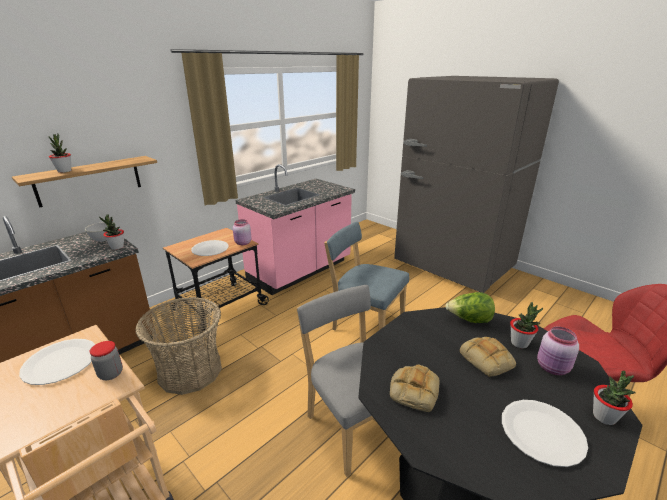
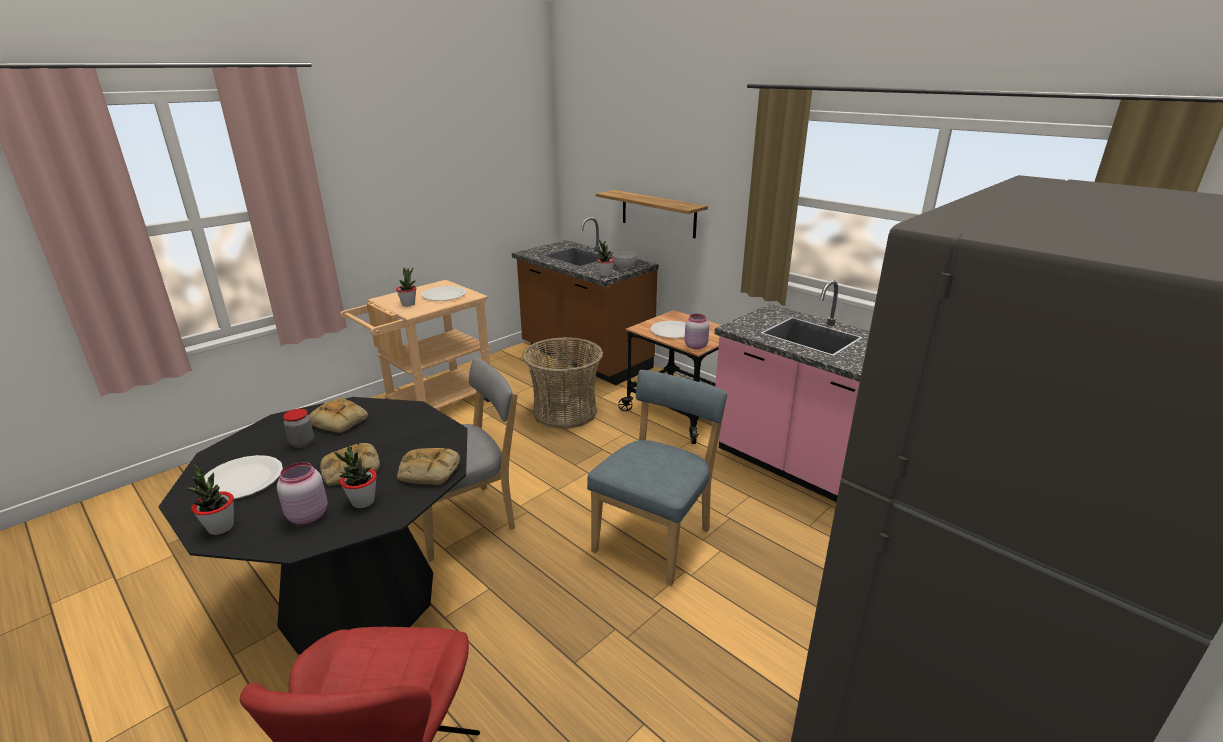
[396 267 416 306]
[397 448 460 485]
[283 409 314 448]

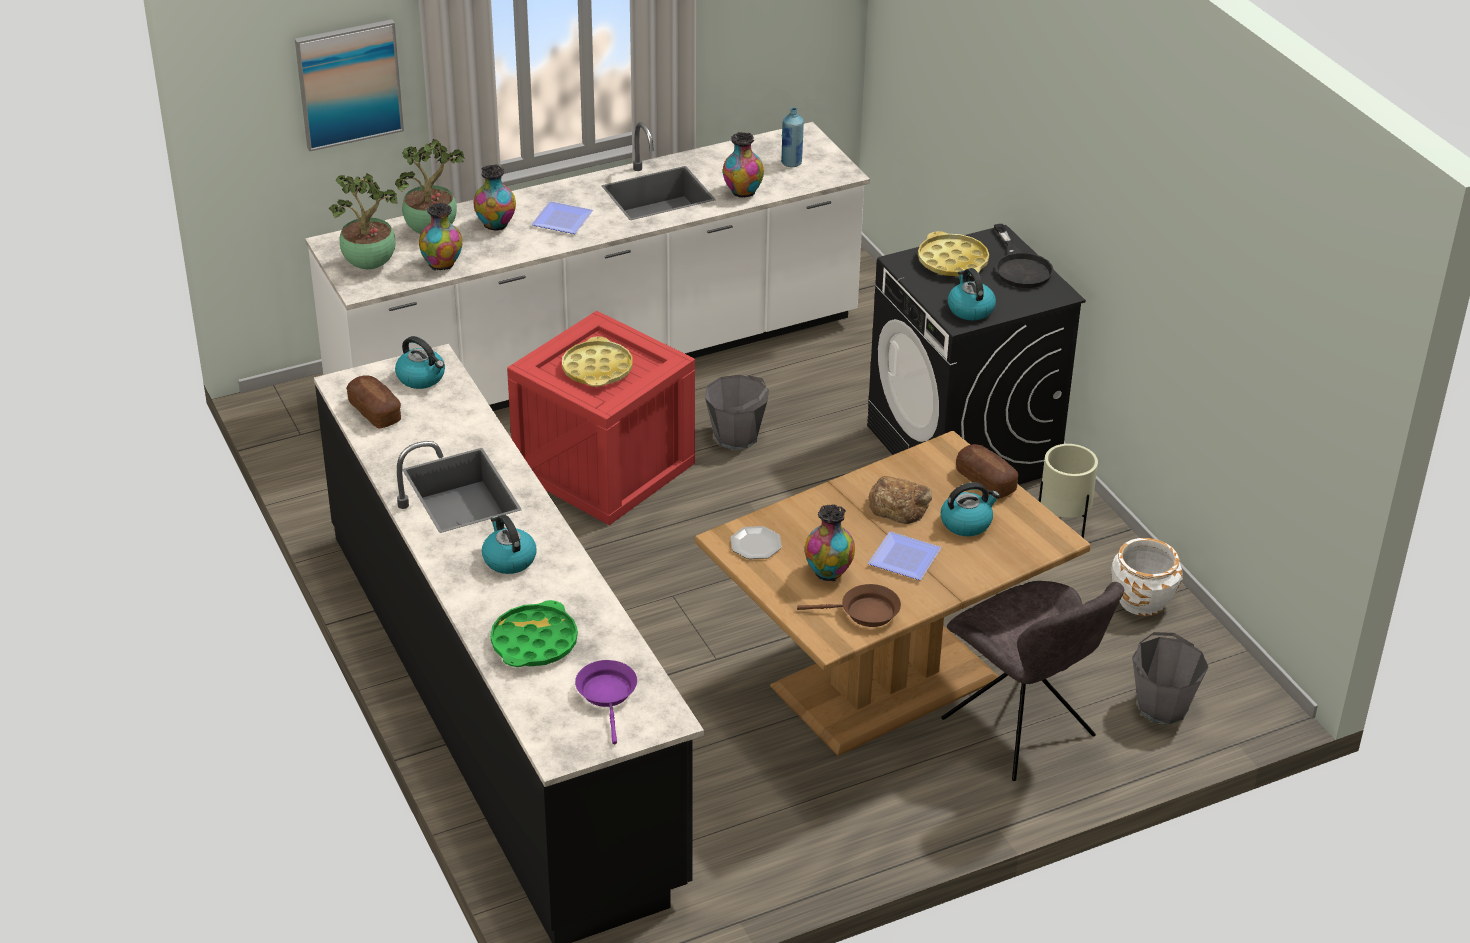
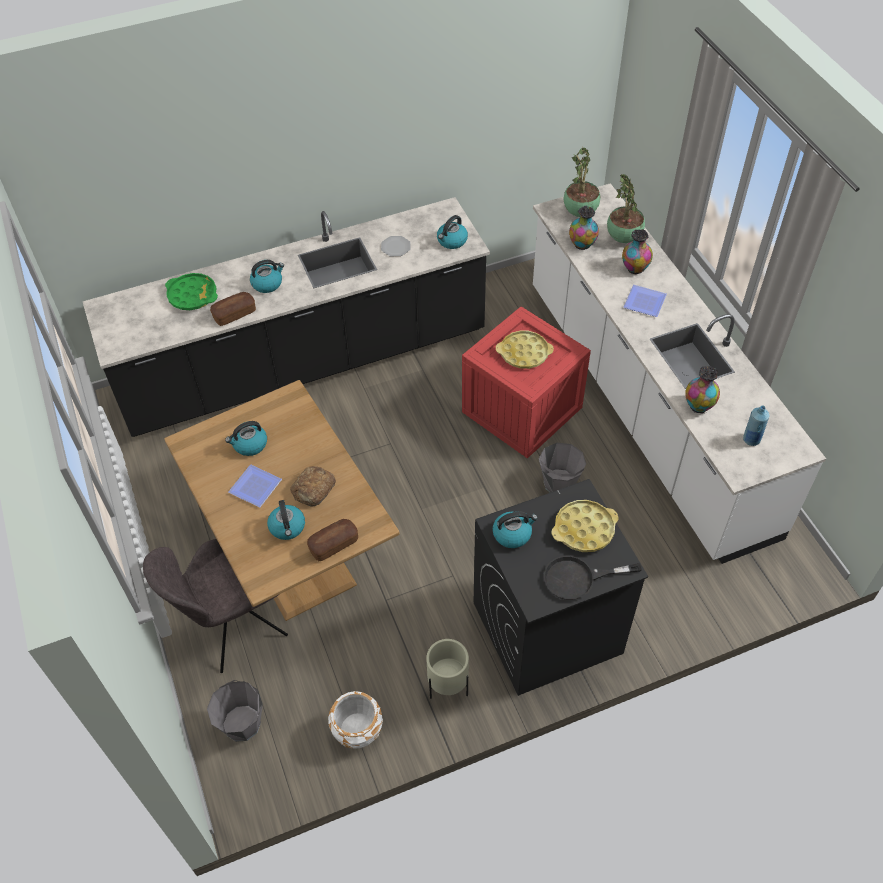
[295 19 404 152] (first image)
[210 292 256 326]
[225 421 267 456]
[381 236 410 256]
[797 584 901 627] (first image)
[575 660 637 745] (first image)

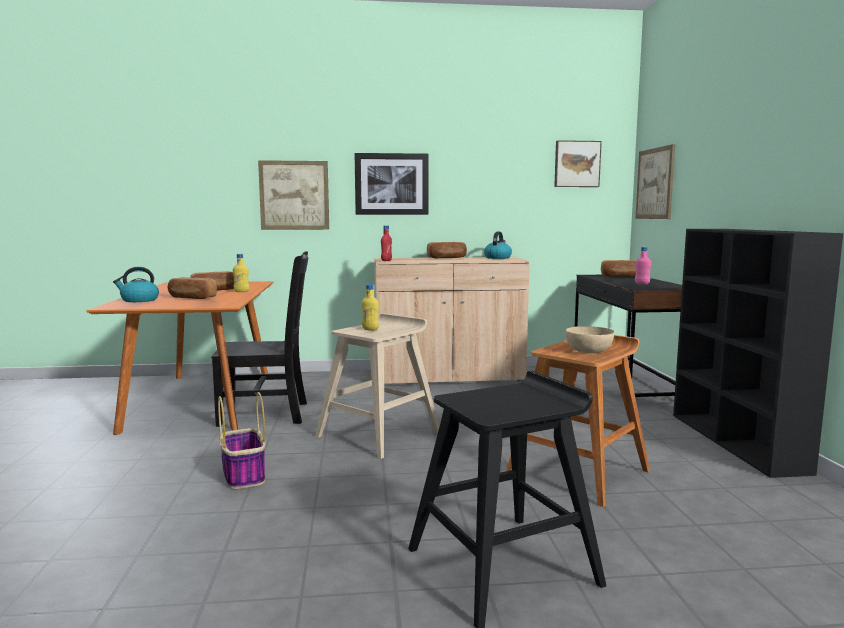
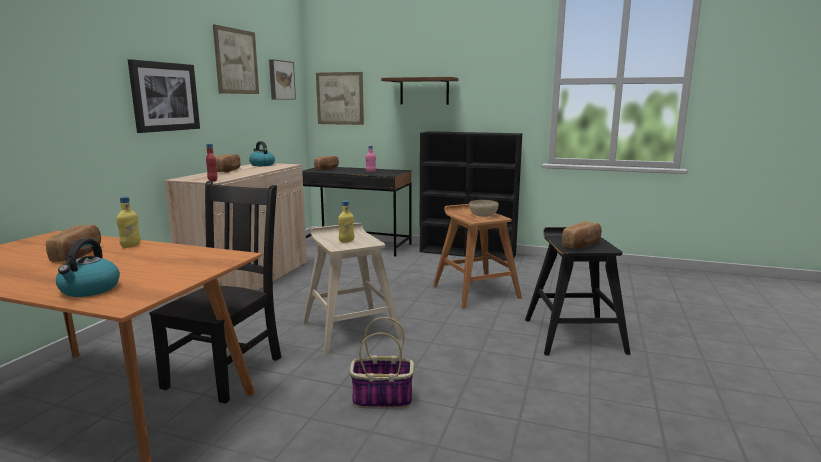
[213 25 259 94]
[562 221 602 249]
[381 77 458 105]

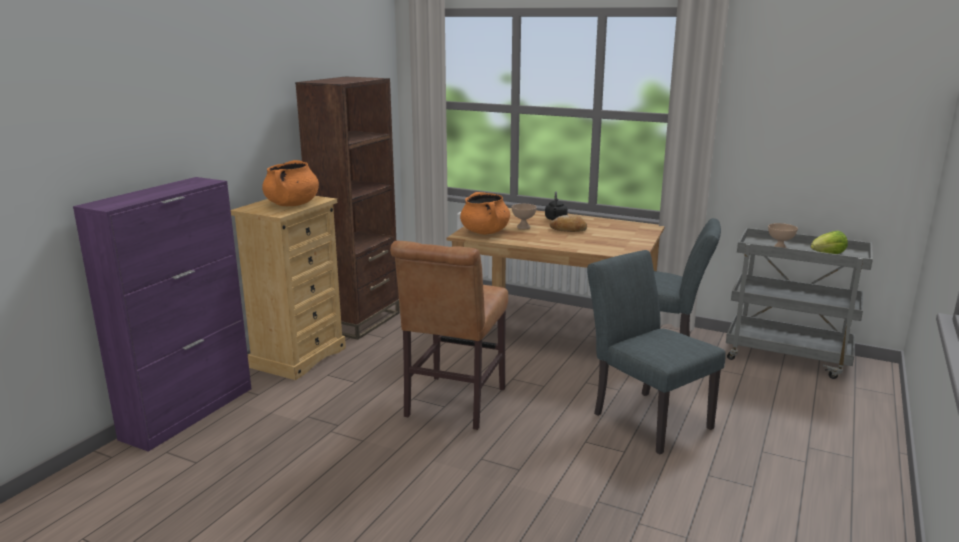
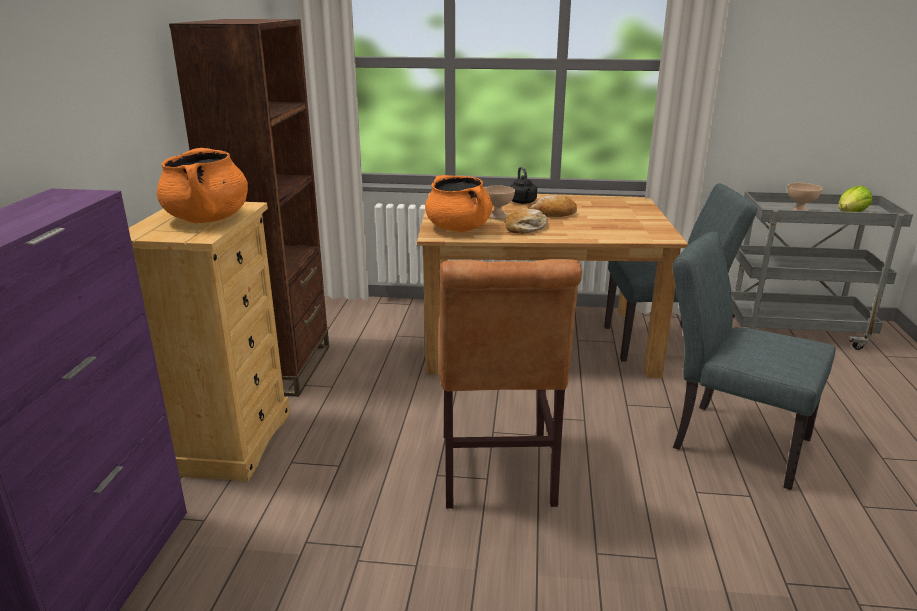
[505 209 548 234]

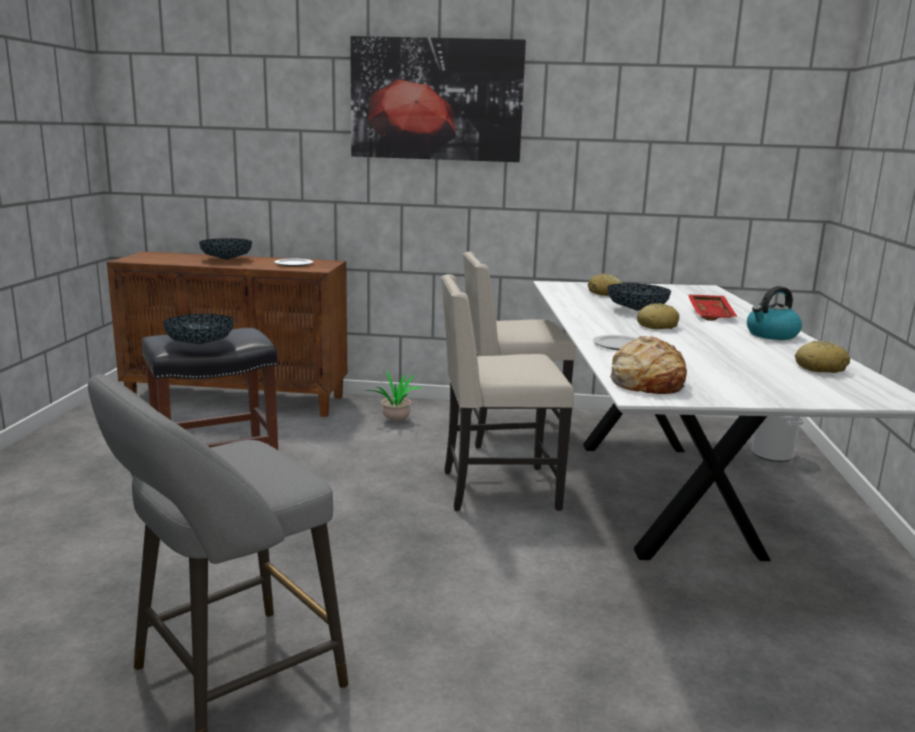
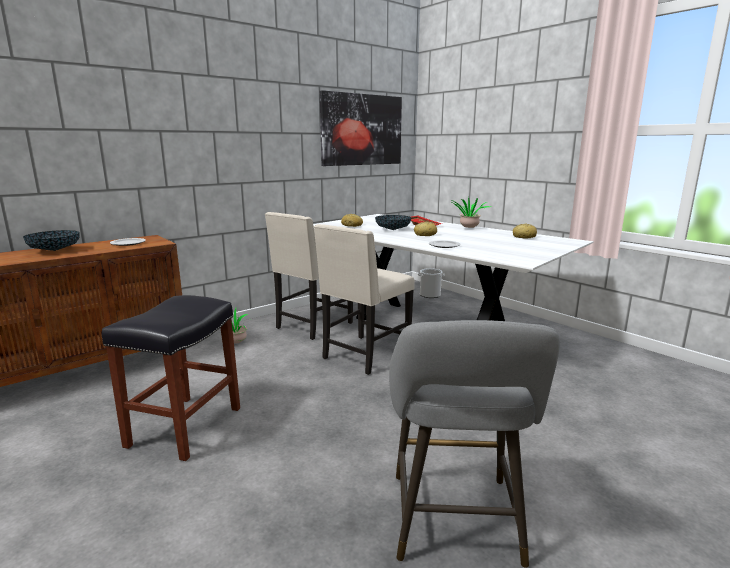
[320 90 402 166]
[450 196 490 228]
[163 314 234 344] (first image)
[610 336 687 394] (first image)

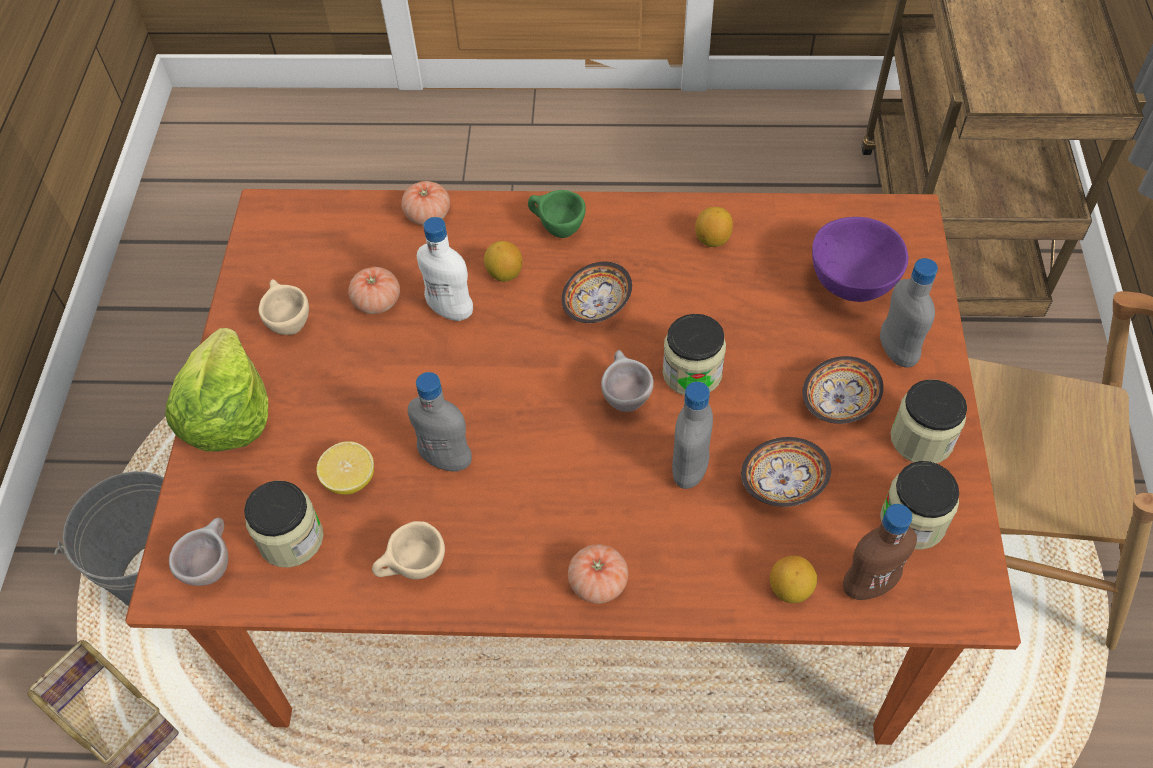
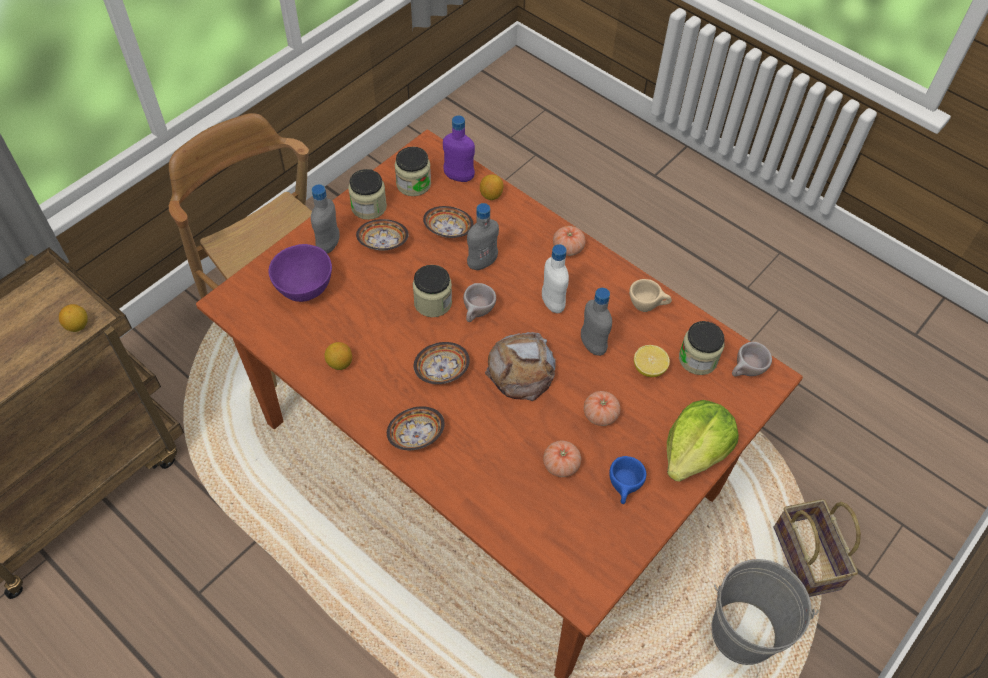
[584 391 620 426]
[387 406 445 450]
[542 244 569 313]
[59 304 88 332]
[610 456 646 504]
[443 115 475 182]
[485 332 556 401]

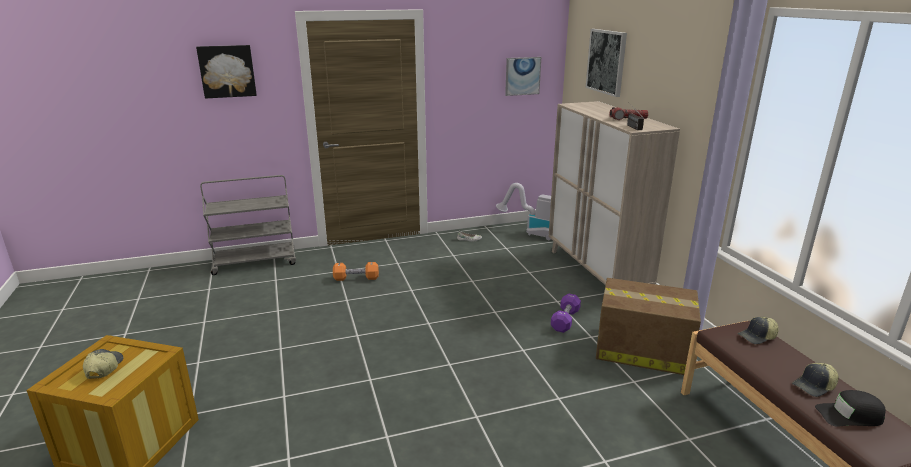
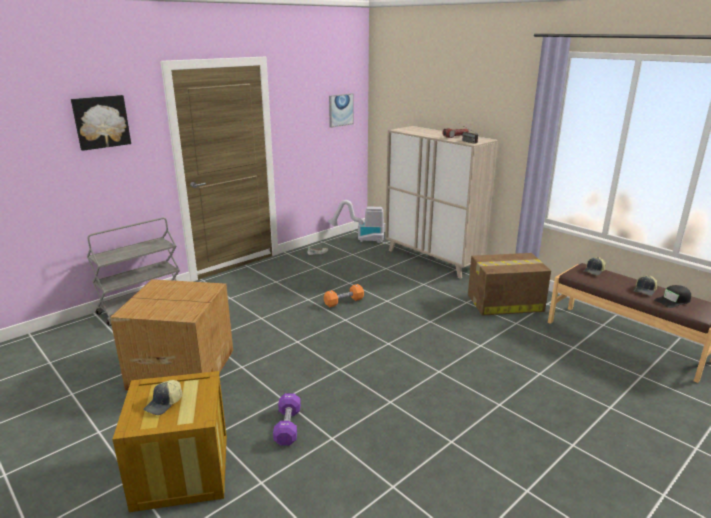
[585 29 627 97] (first image)
[324 284 364 308]
[273 393 301 445]
[143 380 182 415]
[110 279 233 391]

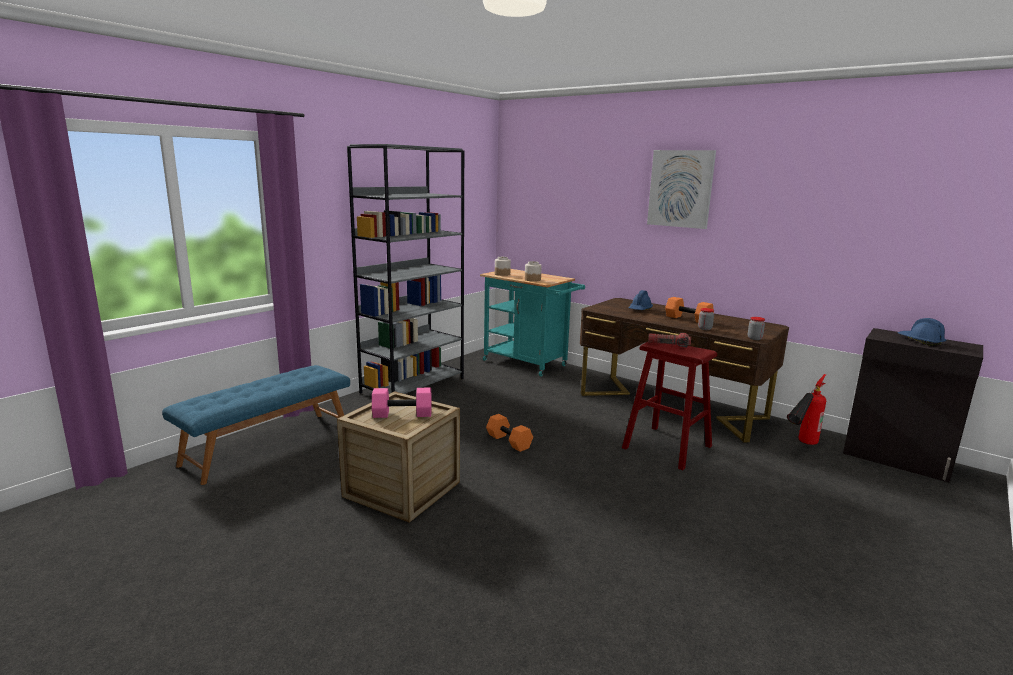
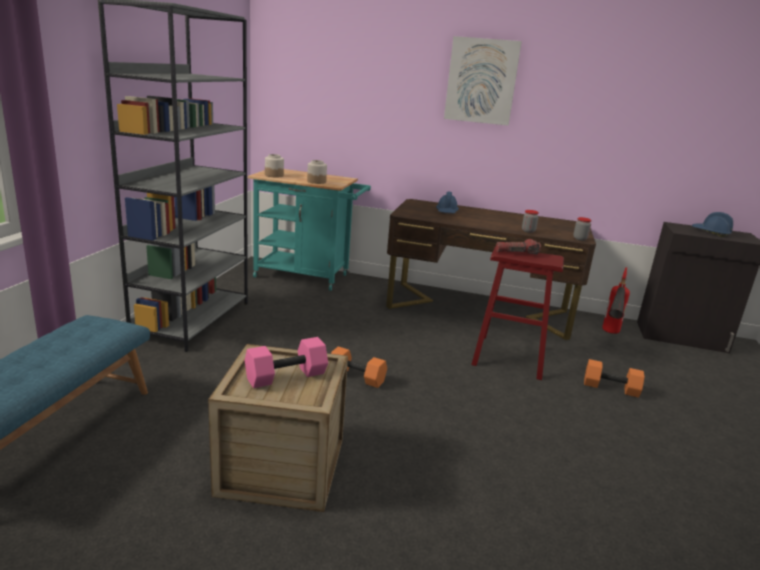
[584 359 645 398]

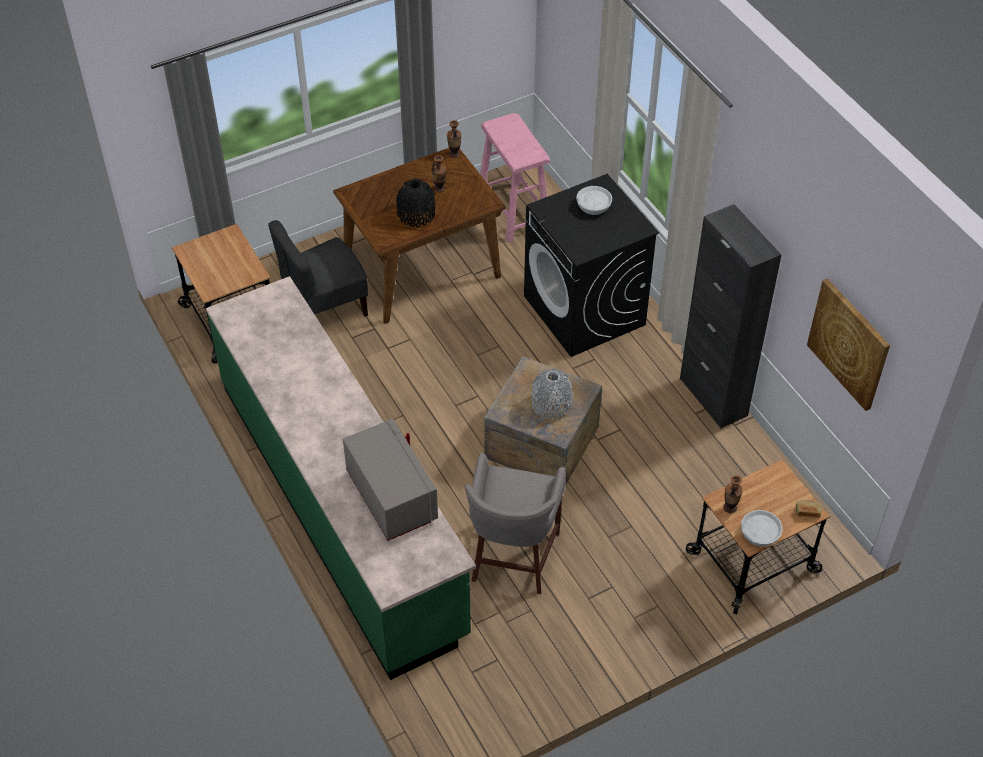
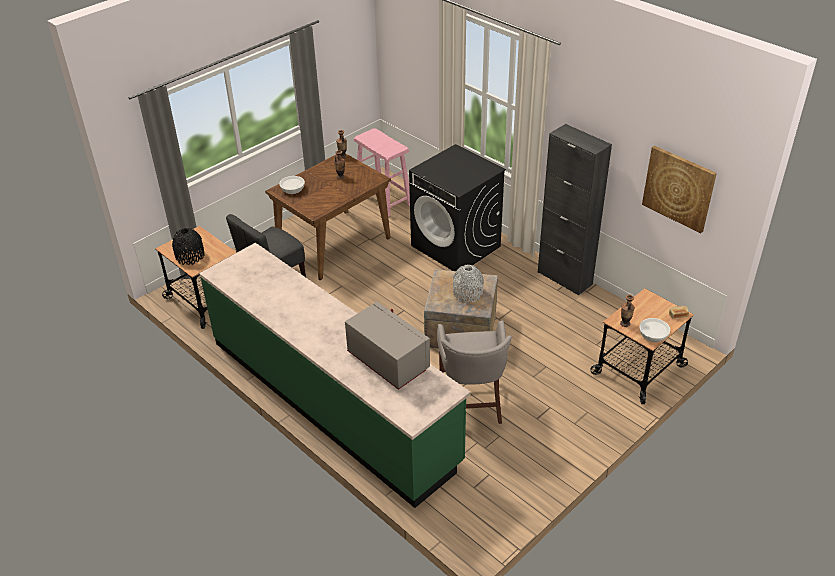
[172 228 205 265]
[279 176 305 194]

